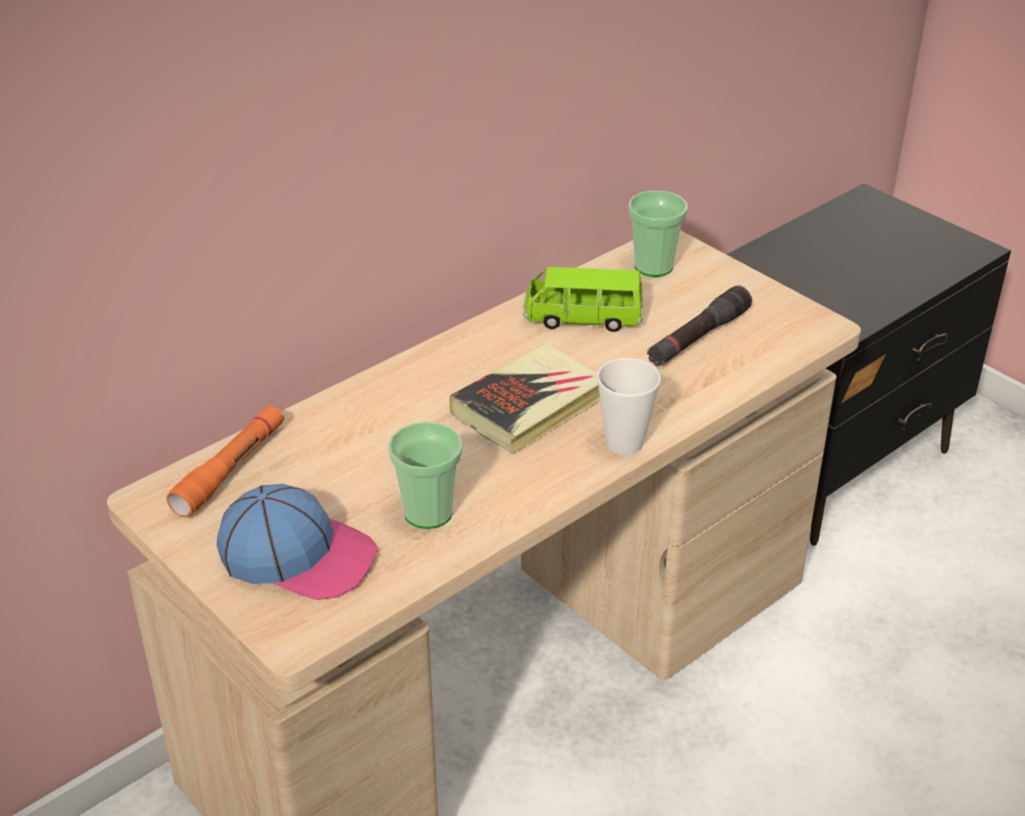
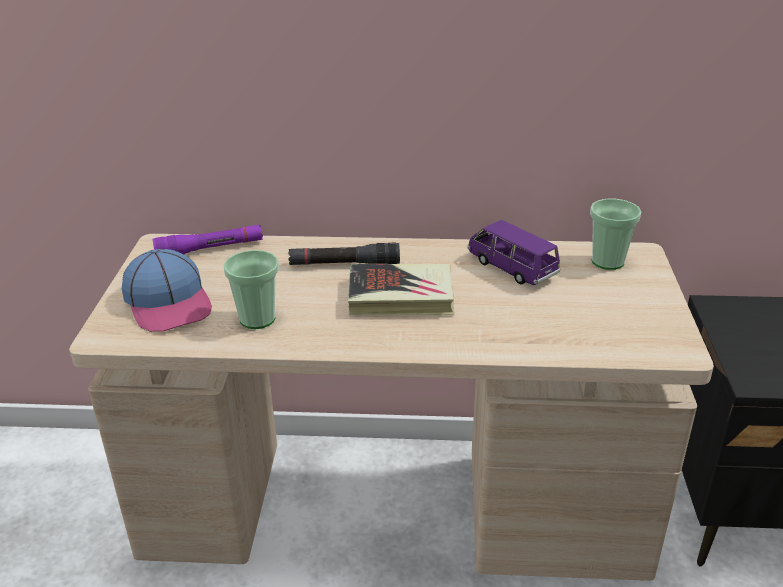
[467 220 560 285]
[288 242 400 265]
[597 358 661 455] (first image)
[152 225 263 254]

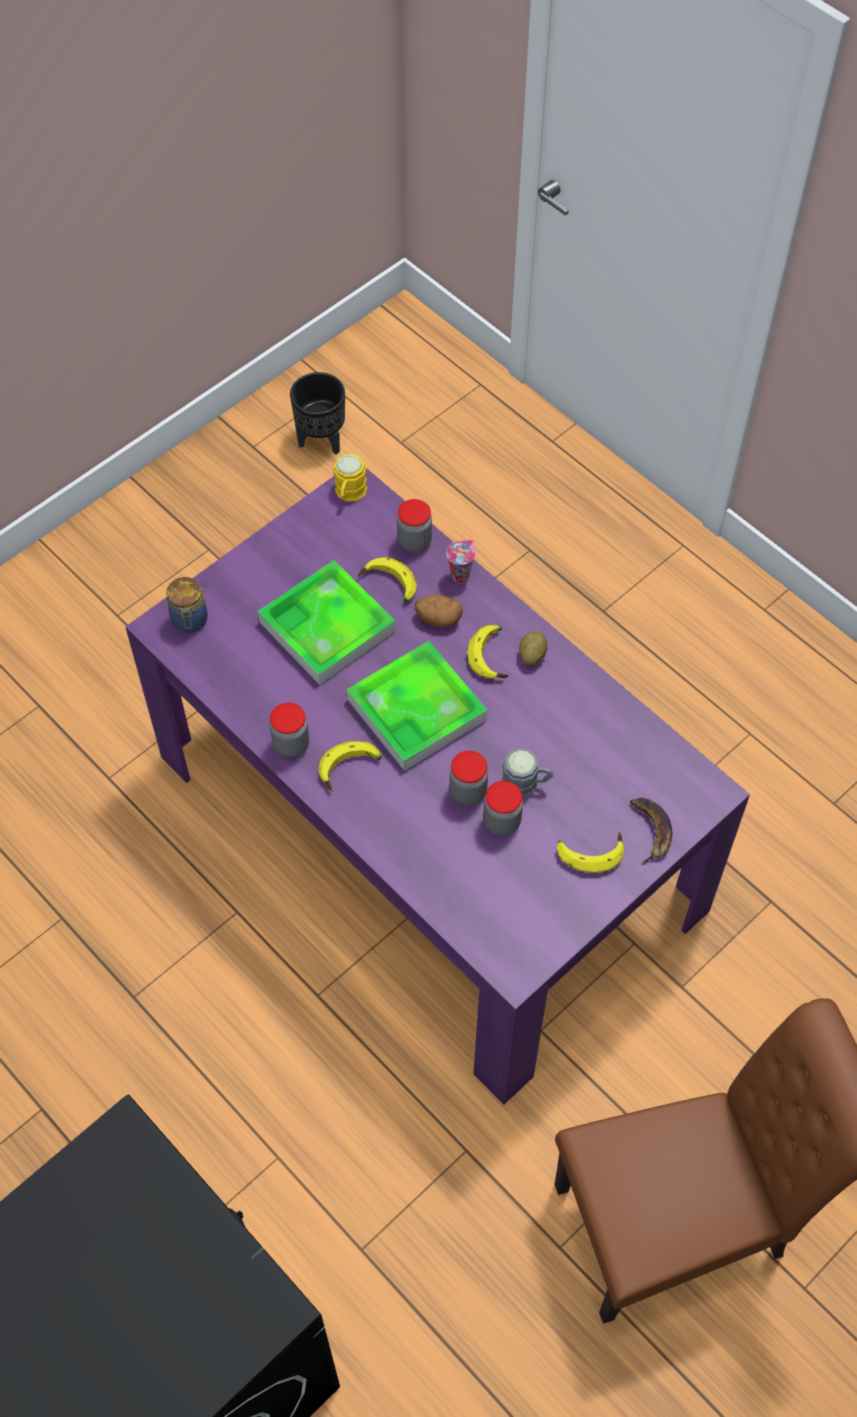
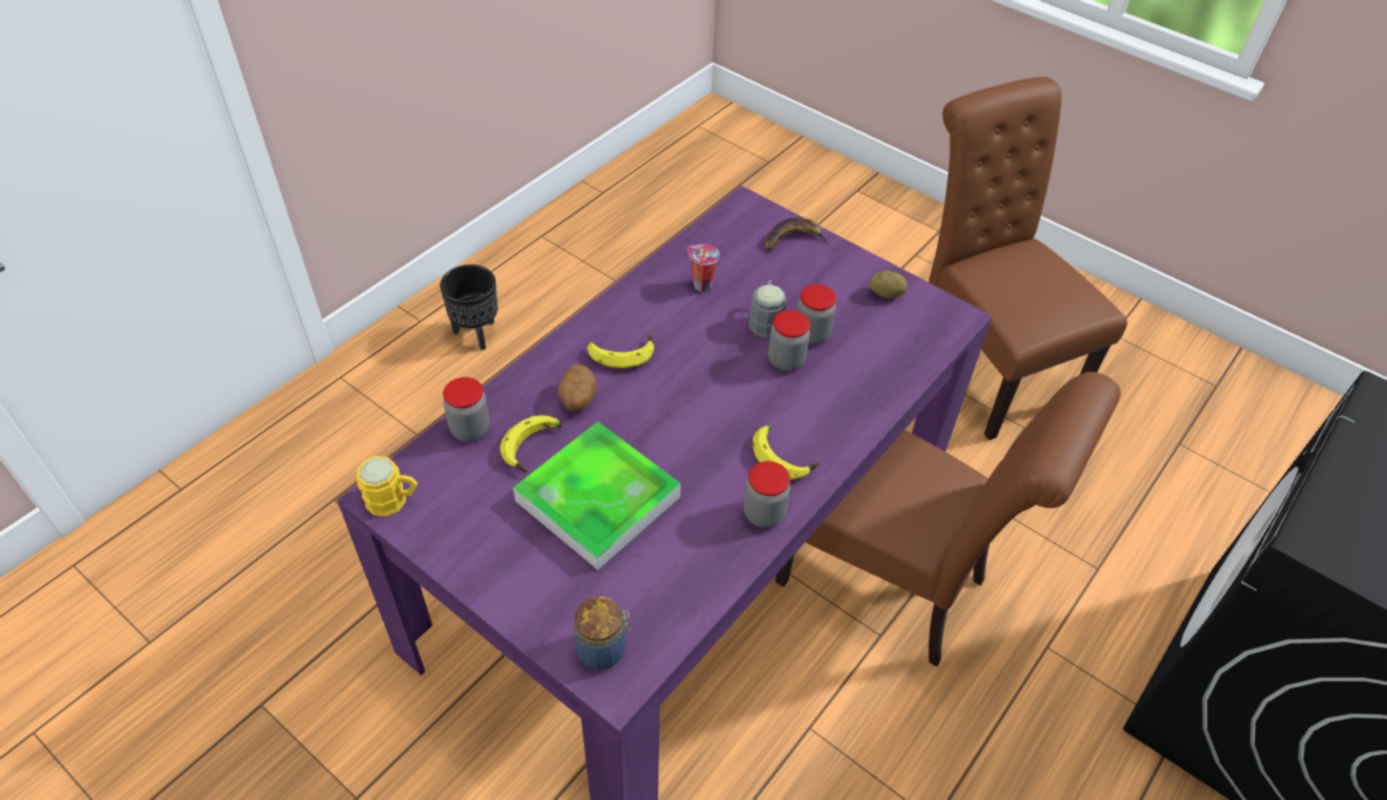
[440 264 498 350]
[687 244 720 292]
[869 270 907 299]
[347 641 487 771] (first image)
[557 831 624 873] (first image)
[775 372 1121 667]

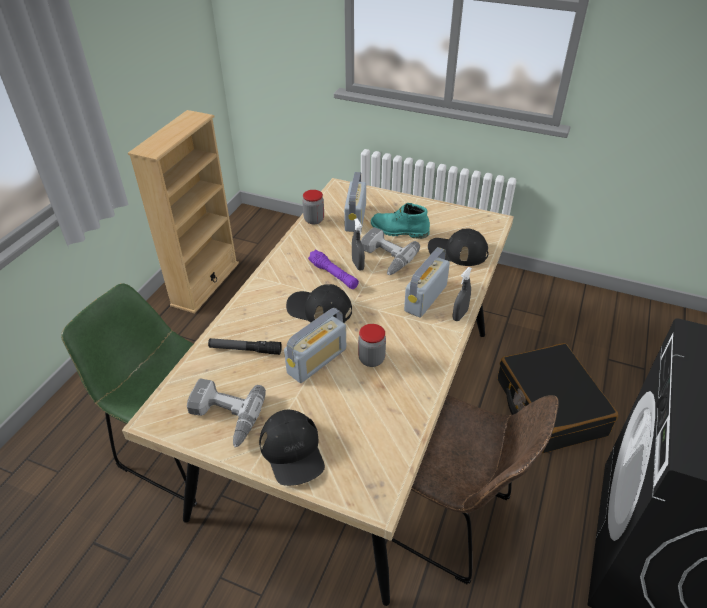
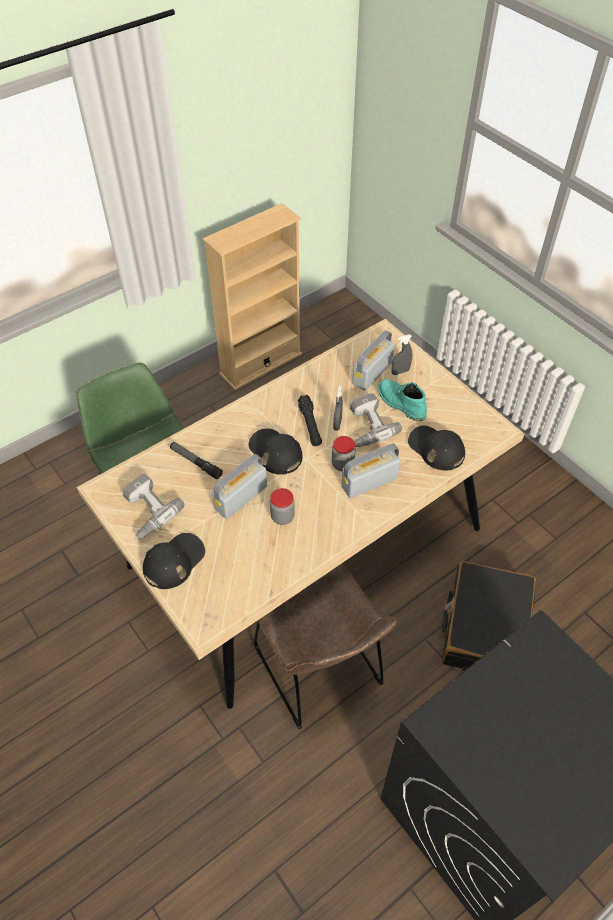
[332 436 355 471]
[298 395 322 446]
[391 334 412 375]
[212 454 267 519]
[143 533 205 589]

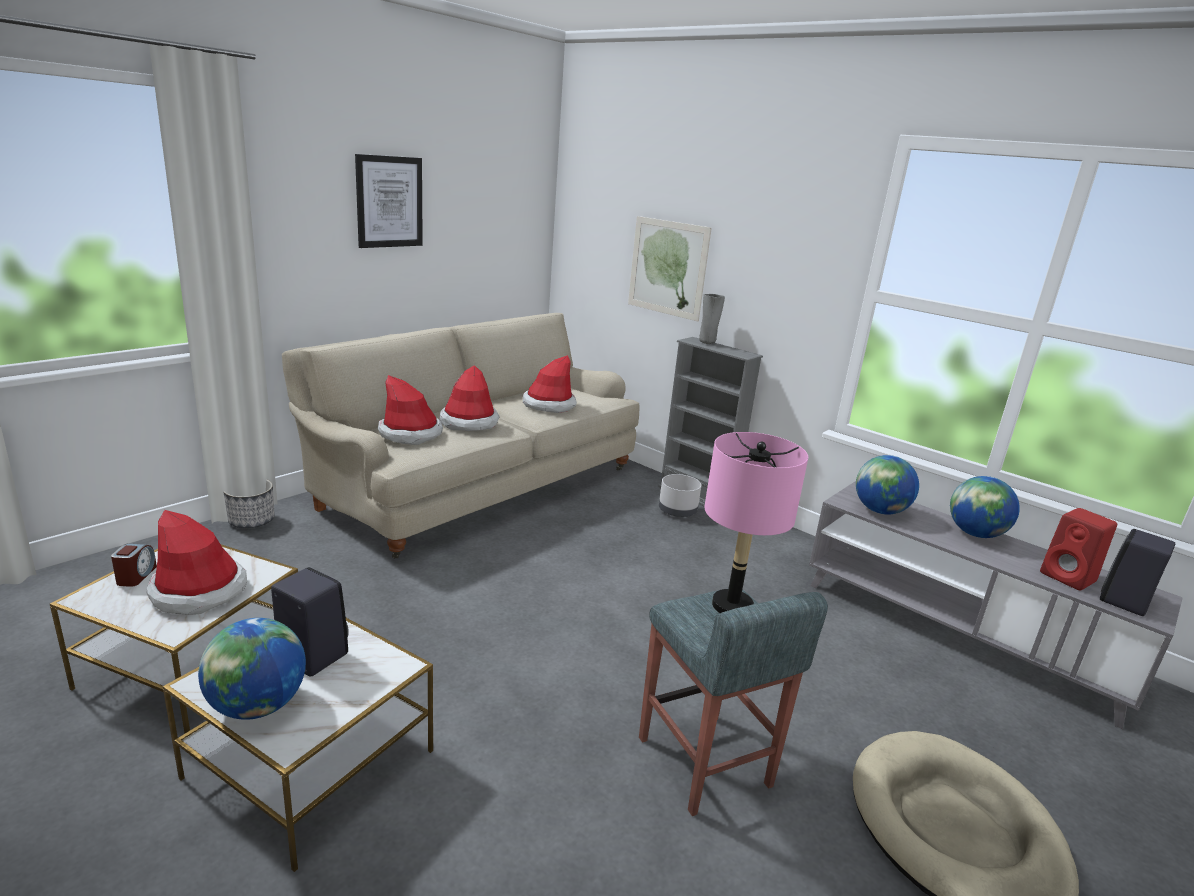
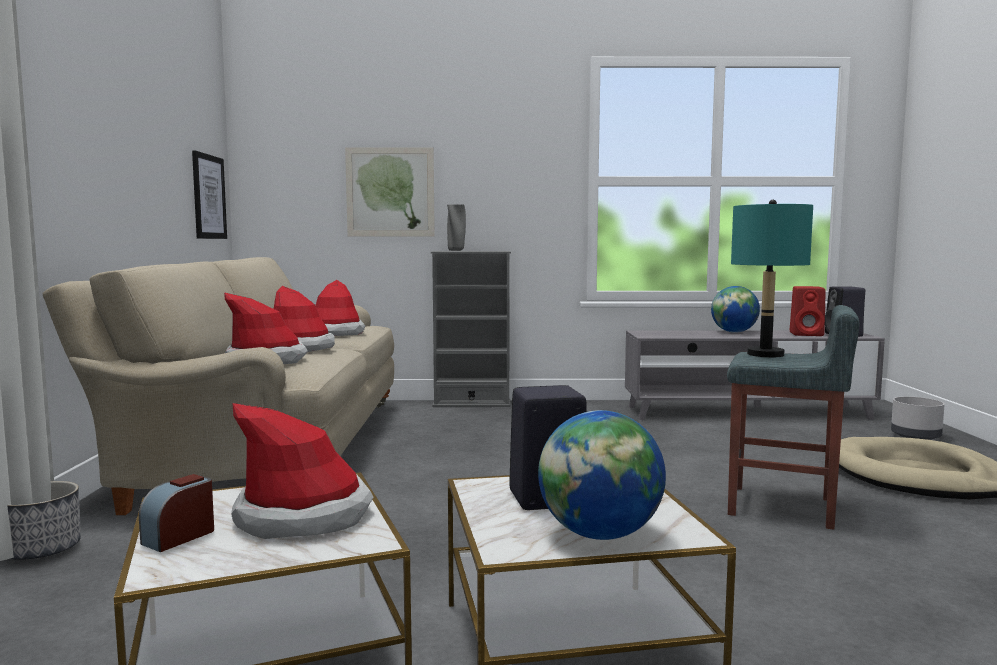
[192 150 227 239]
[731 200 813 357]
[856 455 919 515] (first image)
[891 397 945 440]
[139 474 214 552]

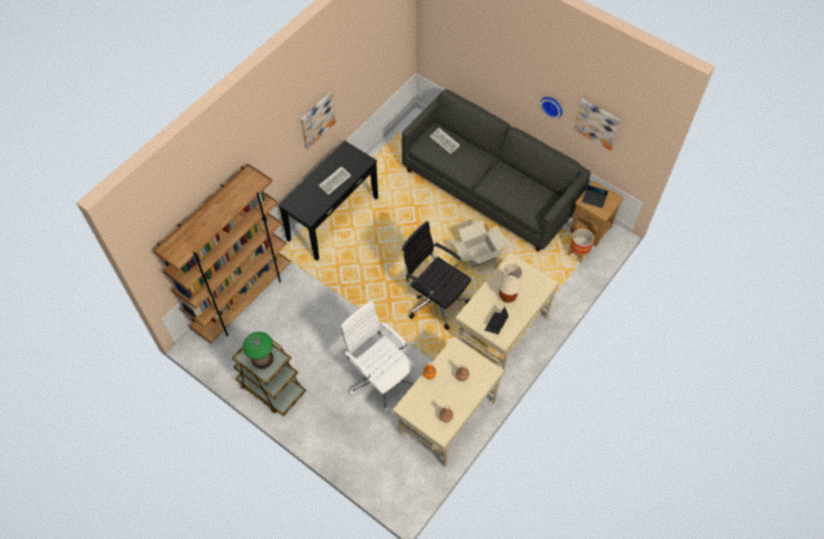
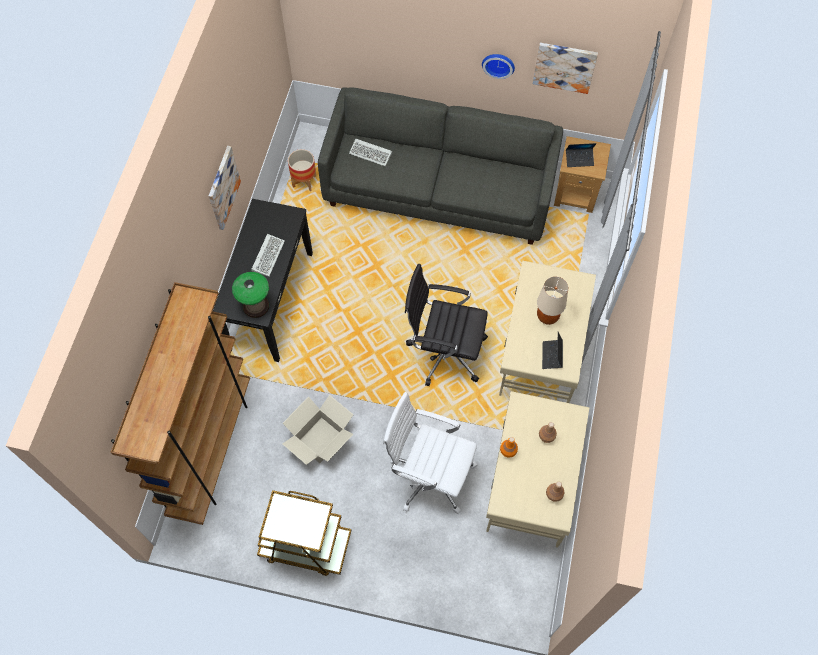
[283 395 353 465]
[288 149 316 191]
[232 272 269 318]

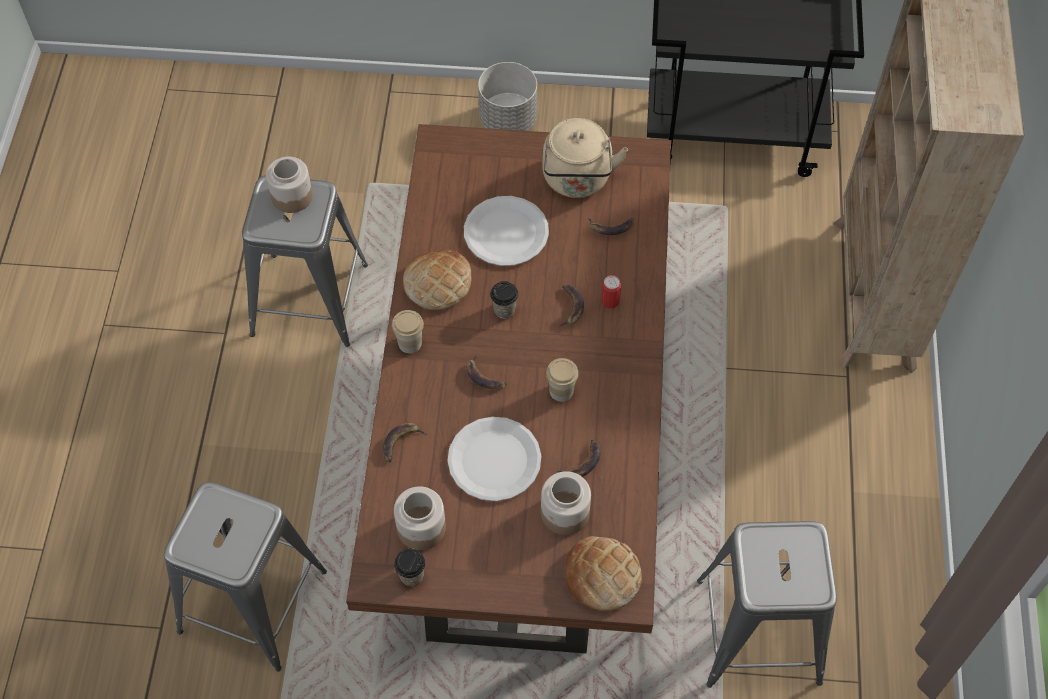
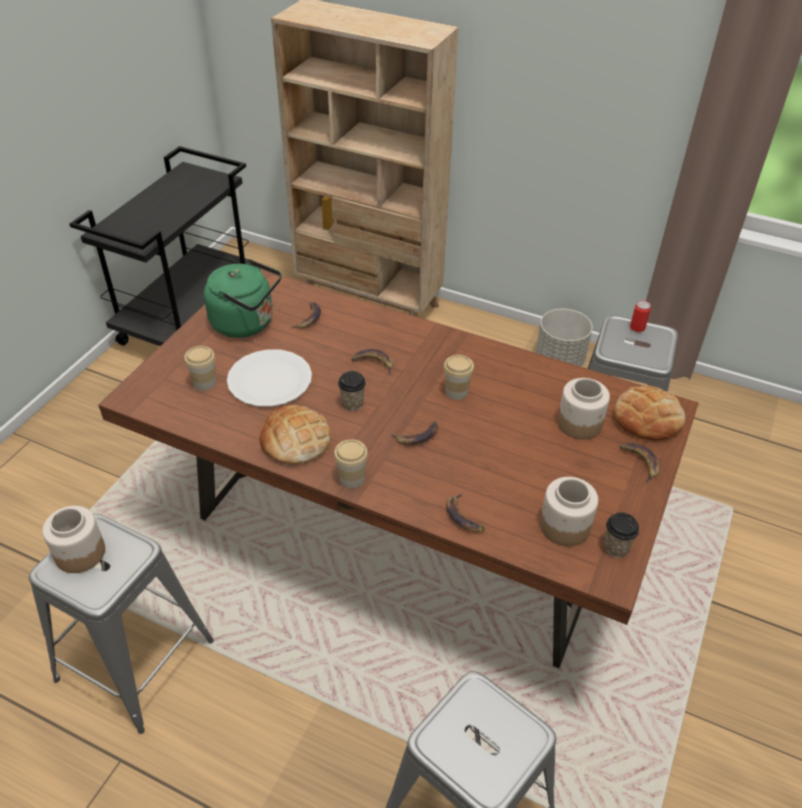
[536 309 593 367]
[204 259 282 338]
[630 301 651 332]
[447 417 541 501] (first image)
[619 443 660 484]
[184 346 216 391]

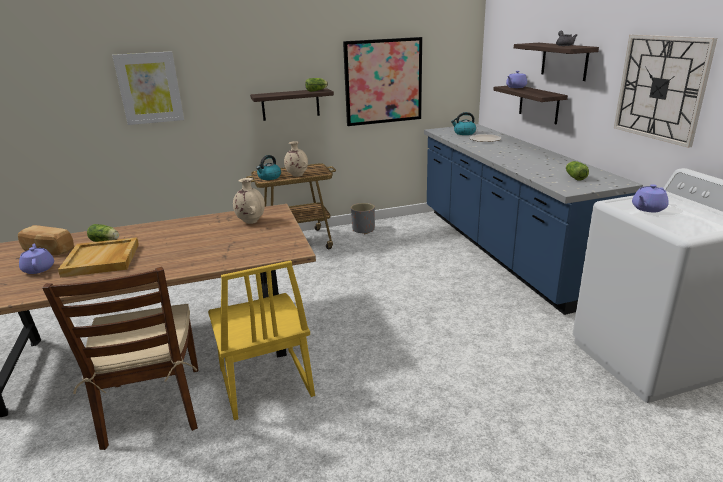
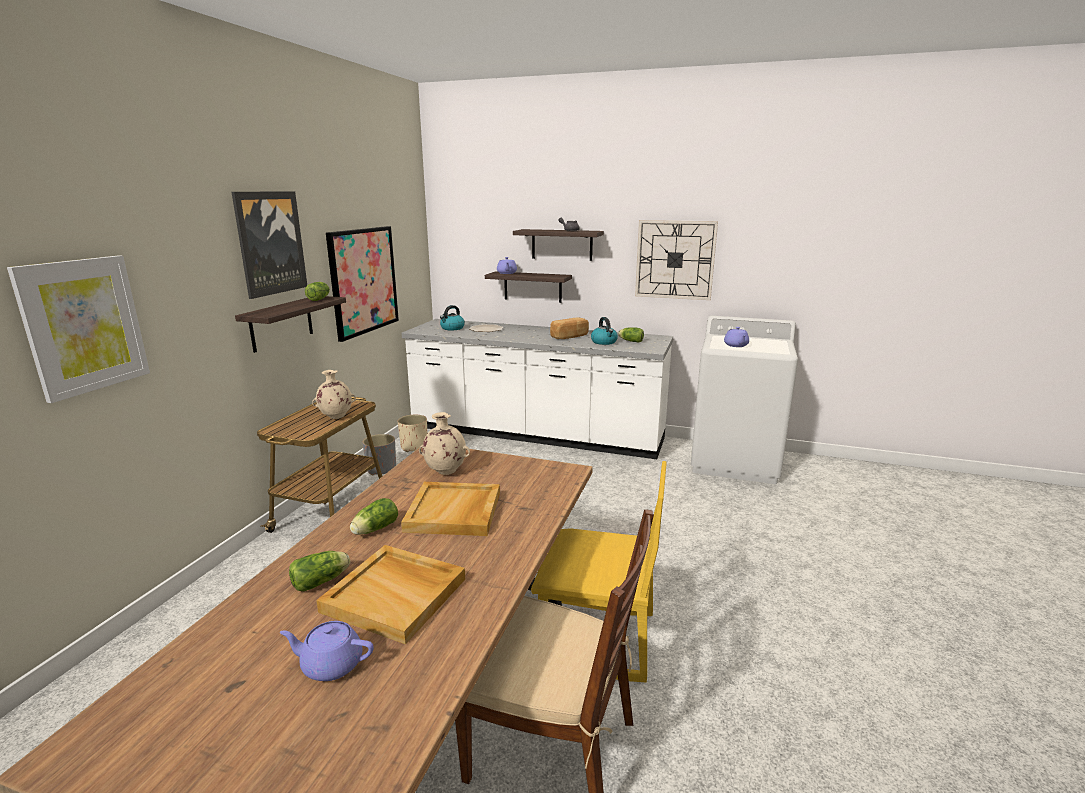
[402 319 673 459]
[591 317 618 345]
[550 317 589 339]
[232 191 307 299]
[398 415 427 452]
[401 482 500 536]
[350 498 398 535]

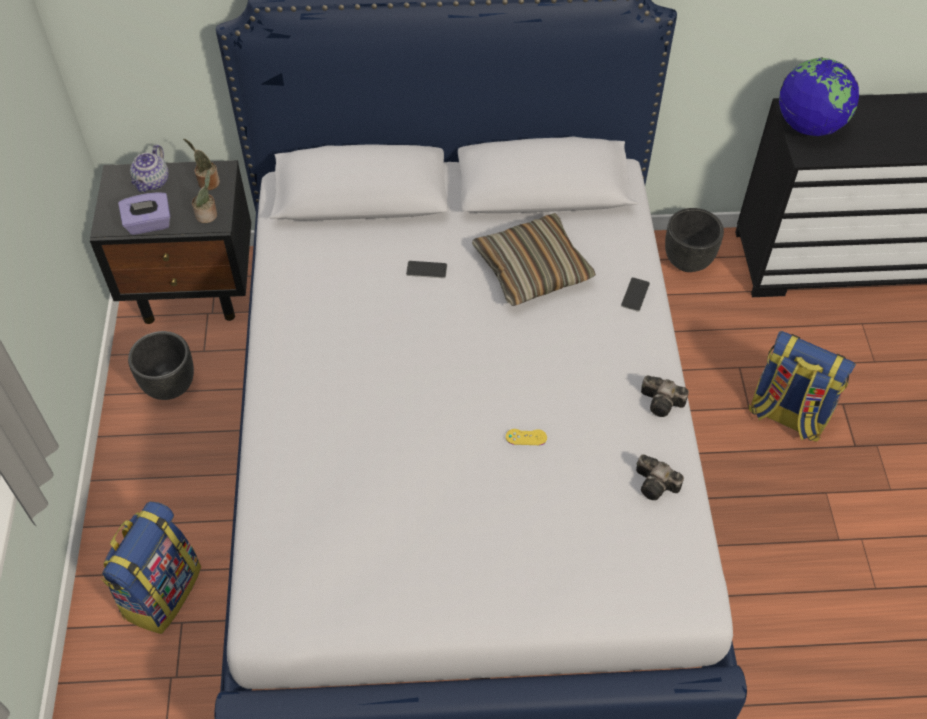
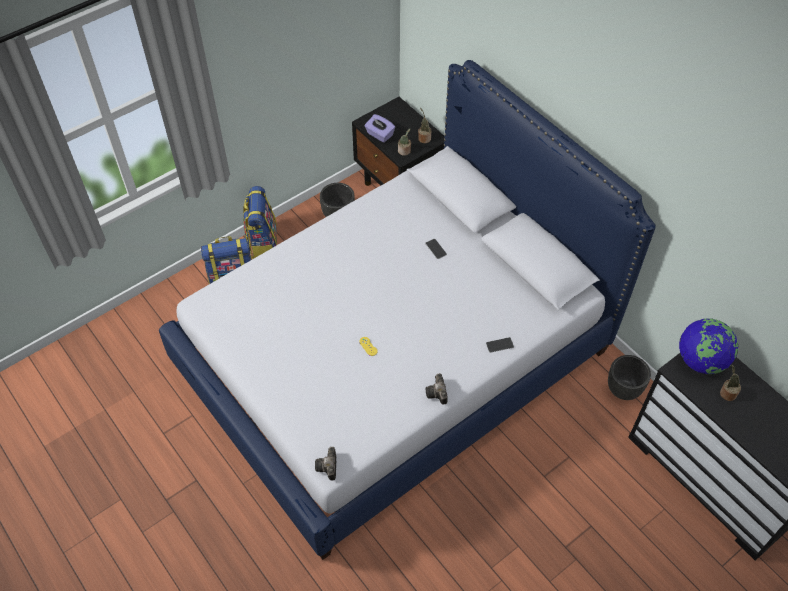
[130 145 169 192] (first image)
[472 213 596 306] (first image)
[243 186 277 259]
[315 447 336 480]
[720 365 741 401]

